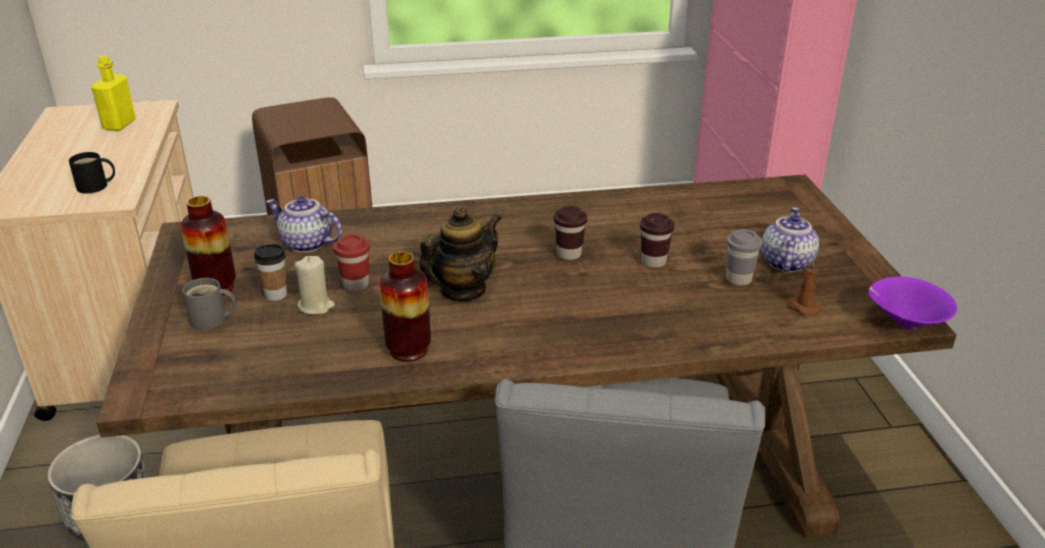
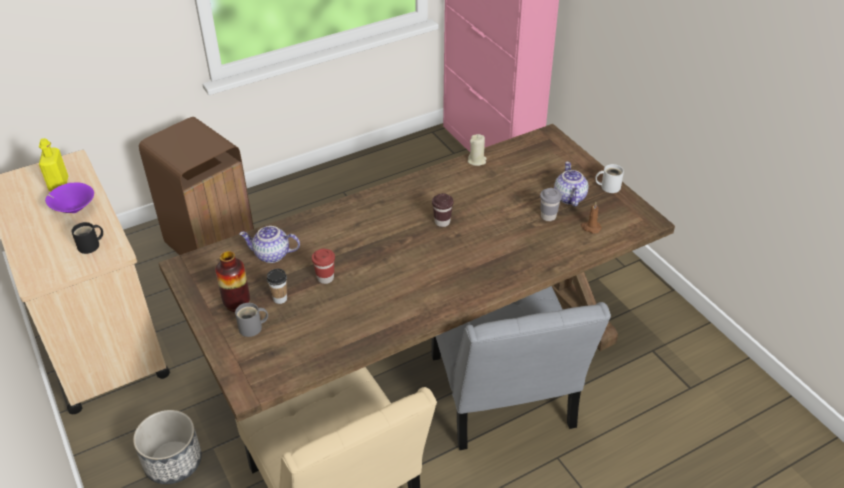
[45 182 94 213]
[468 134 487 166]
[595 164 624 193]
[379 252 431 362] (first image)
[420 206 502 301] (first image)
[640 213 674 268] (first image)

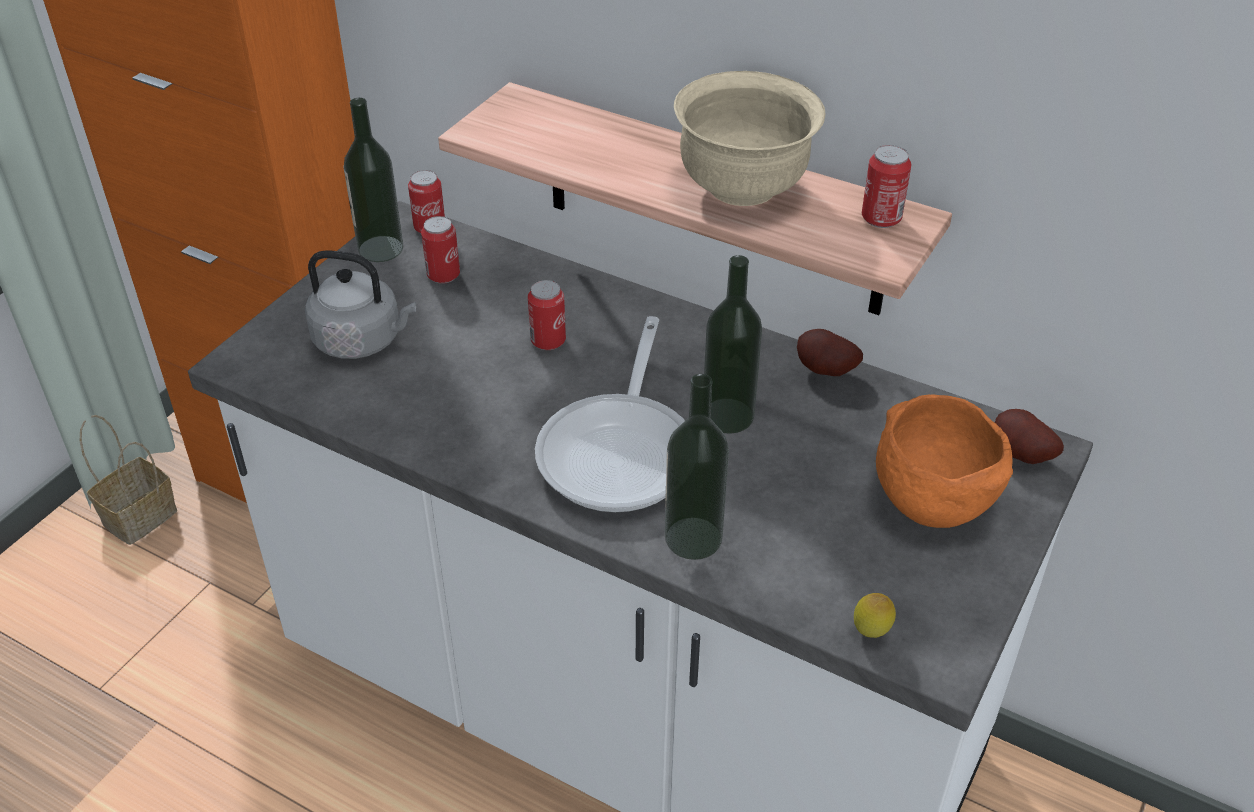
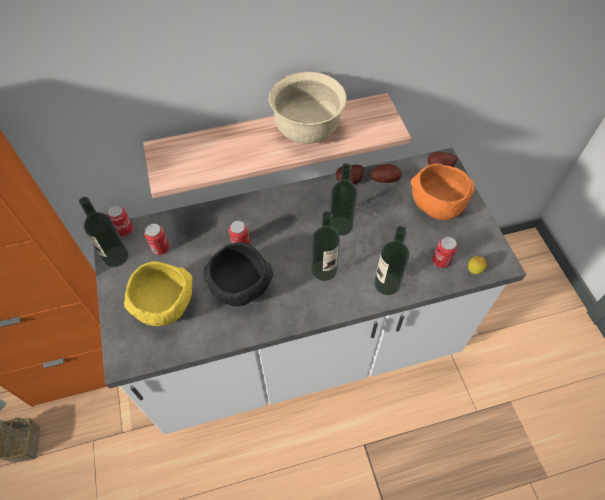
[124 261 193 326]
[203 242 273 306]
[311 211 340 281]
[371 164 402 183]
[432 236 457 268]

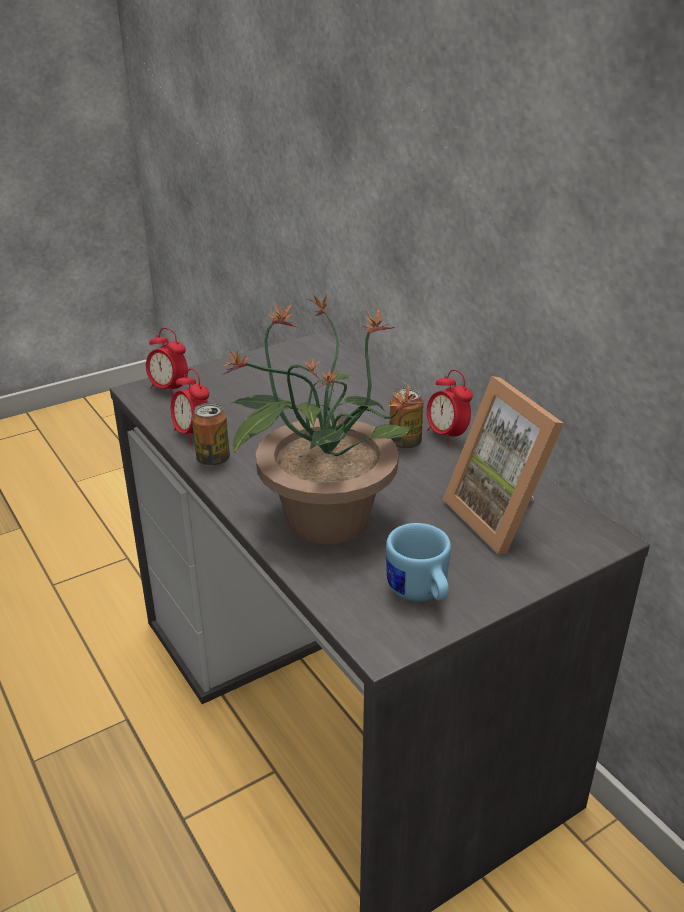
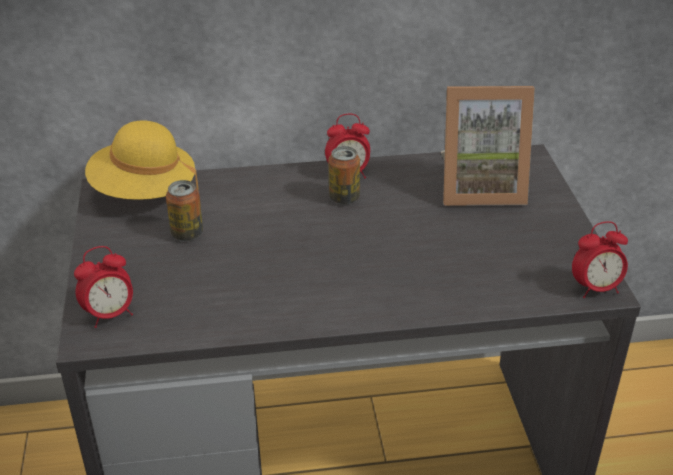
[85 120 199 200]
[166 180 203 241]
[572 221 628 298]
[222 295 425 544] (first image)
[386 523 451 602] (first image)

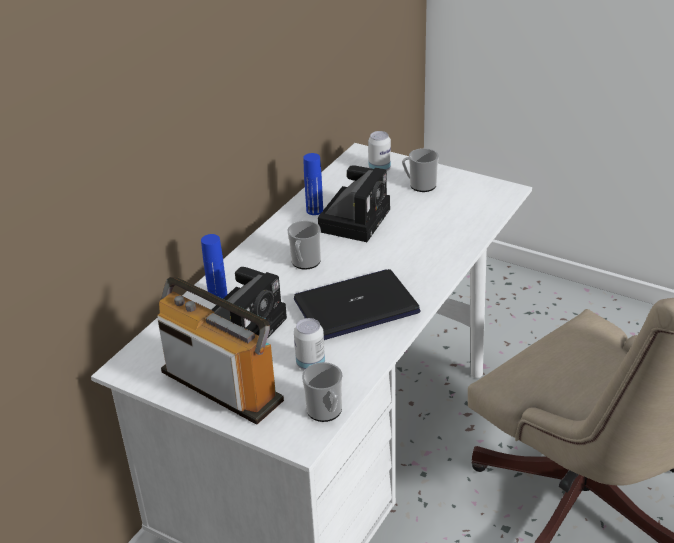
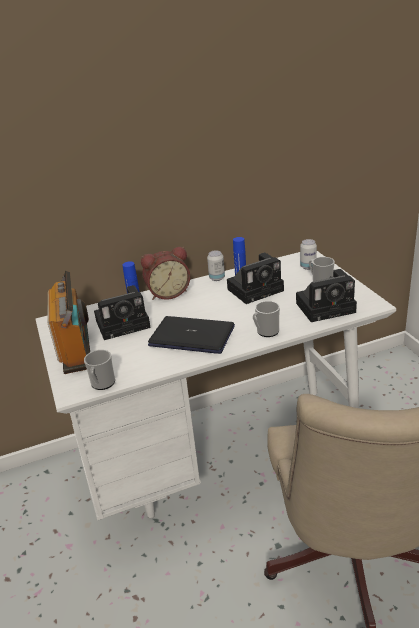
[141 247 190 300]
[207 250 225 281]
[253 301 280 337]
[296 269 357 322]

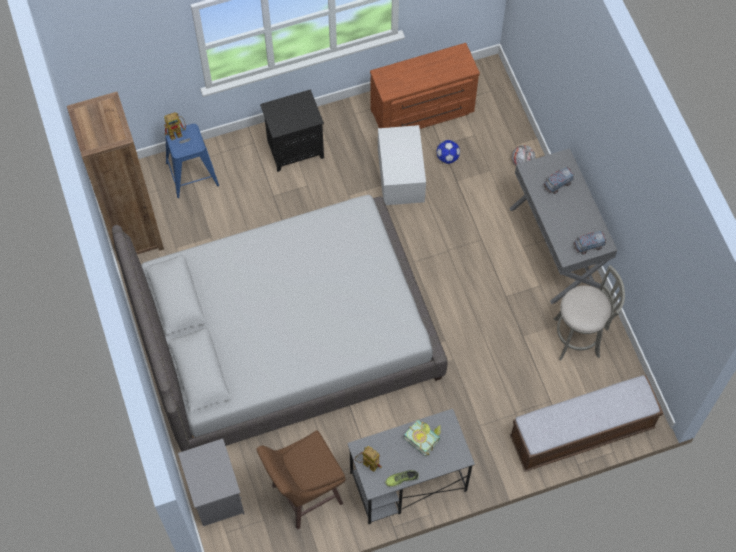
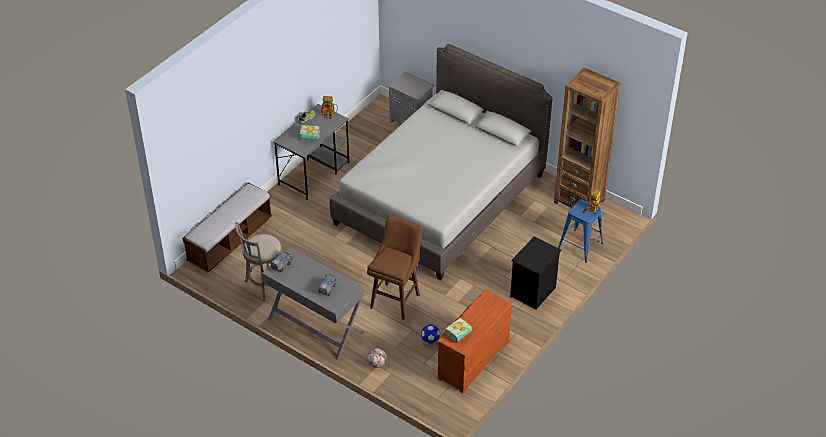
[367 216 422 320]
[446 318 472 342]
[378 125 426 205] (first image)

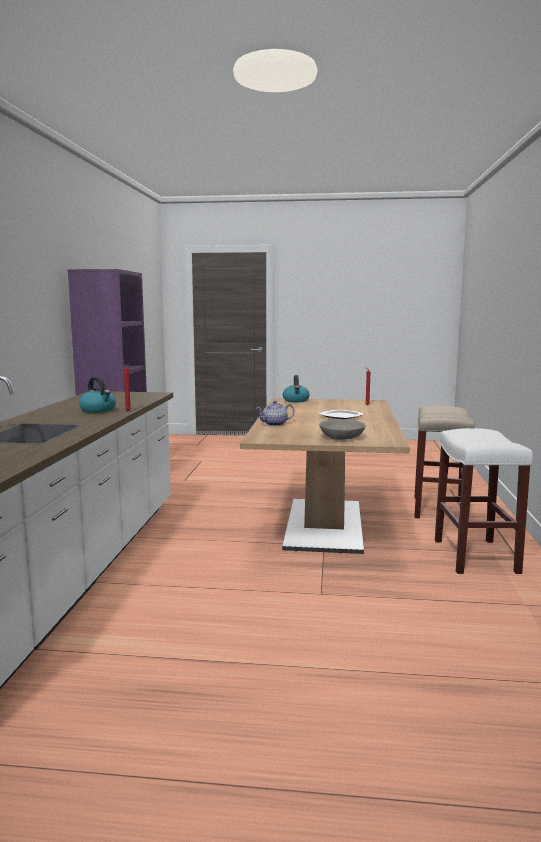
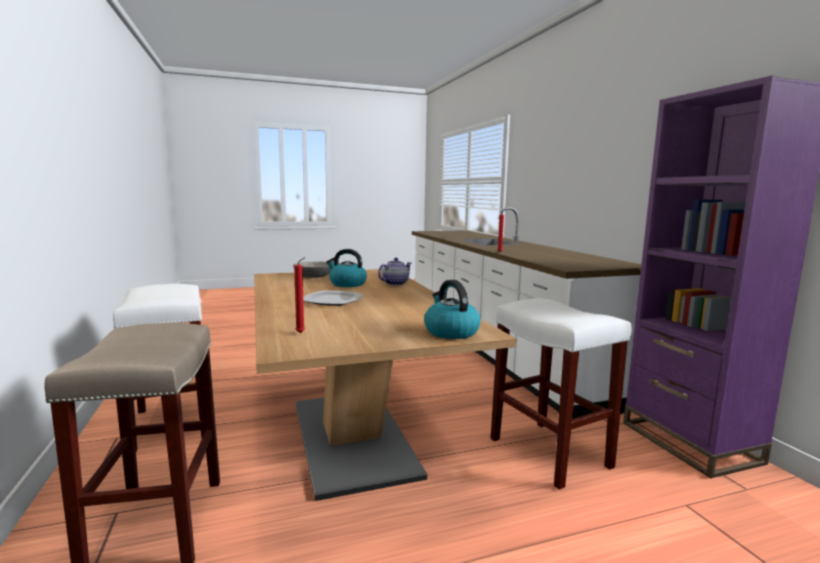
[326 249 367 287]
[491 298 631 490]

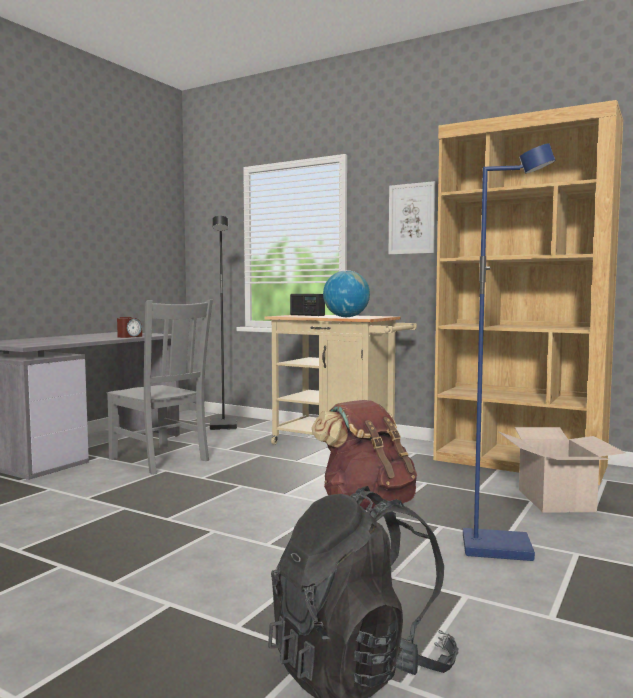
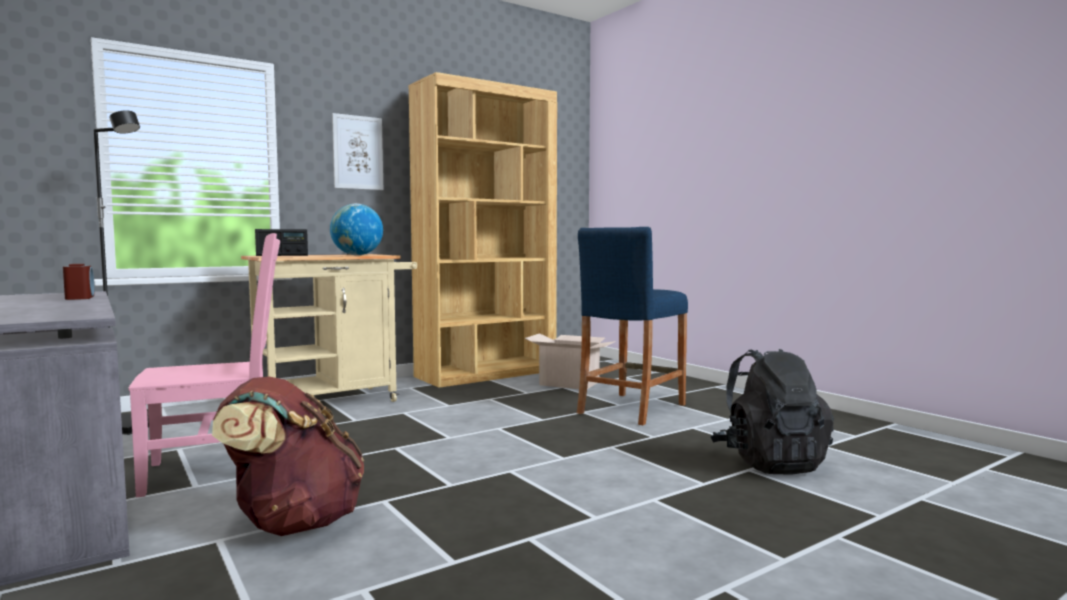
[129 233 280 498]
[212 377 364 536]
[577 227 688 425]

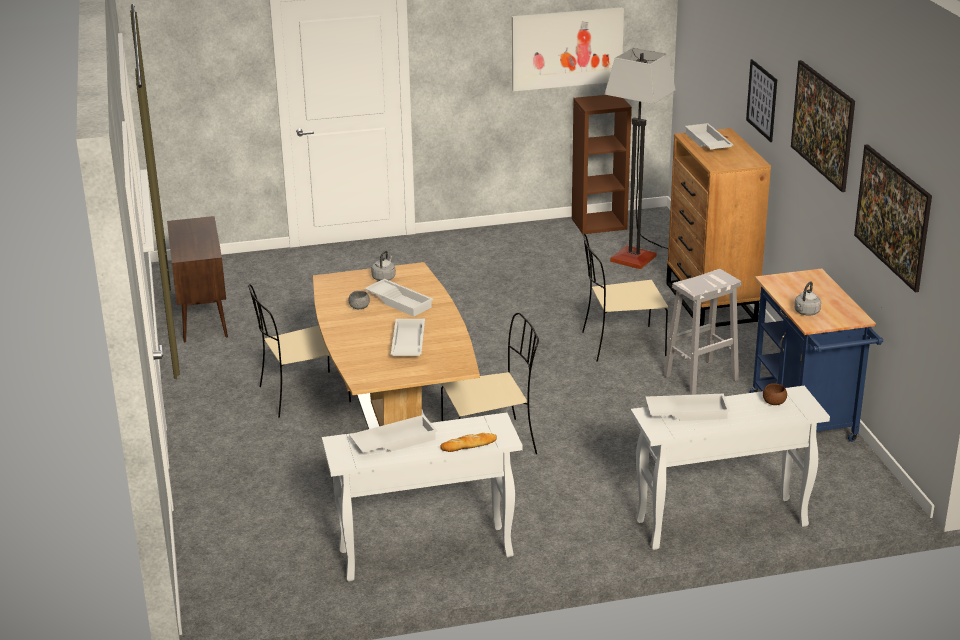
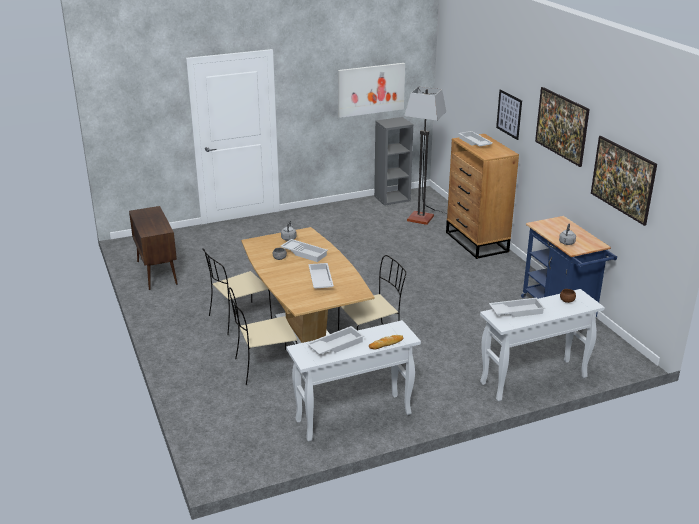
[228 287 298 385]
[374 117 413 206]
[663 269 742 395] (first image)

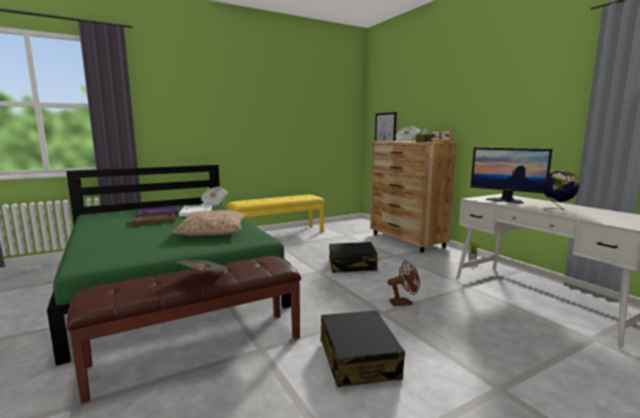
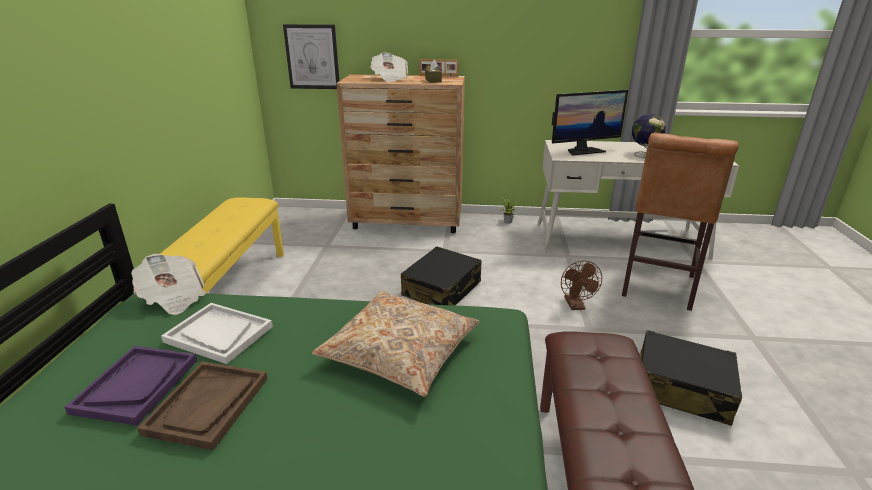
[561 261 602 310]
[622 133 739 311]
[175 259 229 271] (first image)

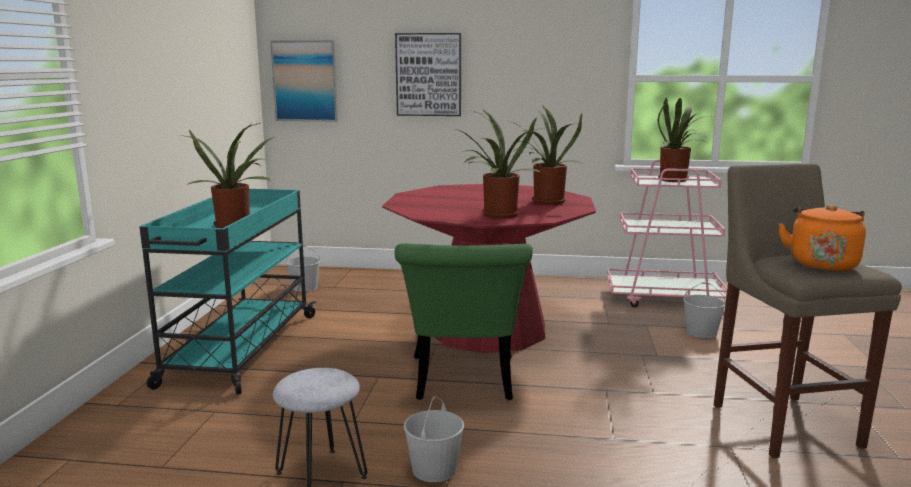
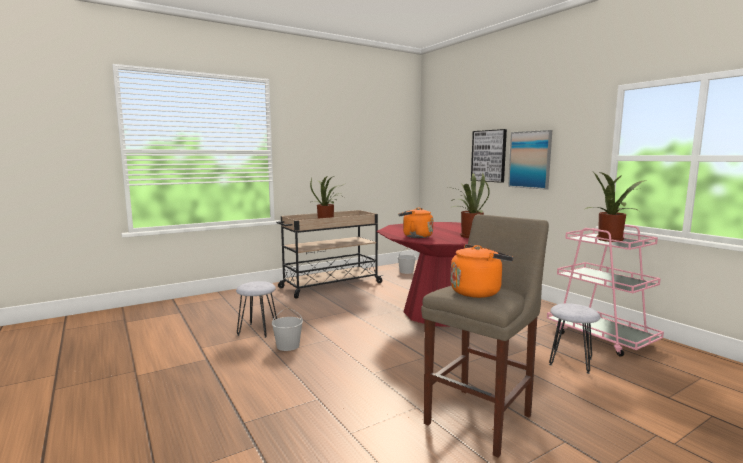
[277 210 384 299]
[399 208 433 238]
[508 130 552 190]
[549 303 600 374]
[395 243 533 400] (first image)

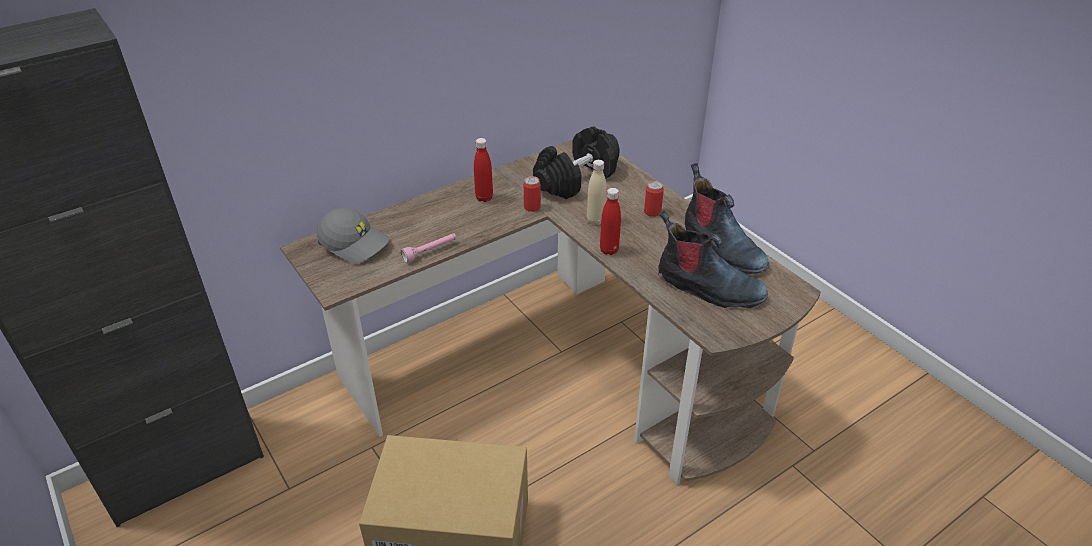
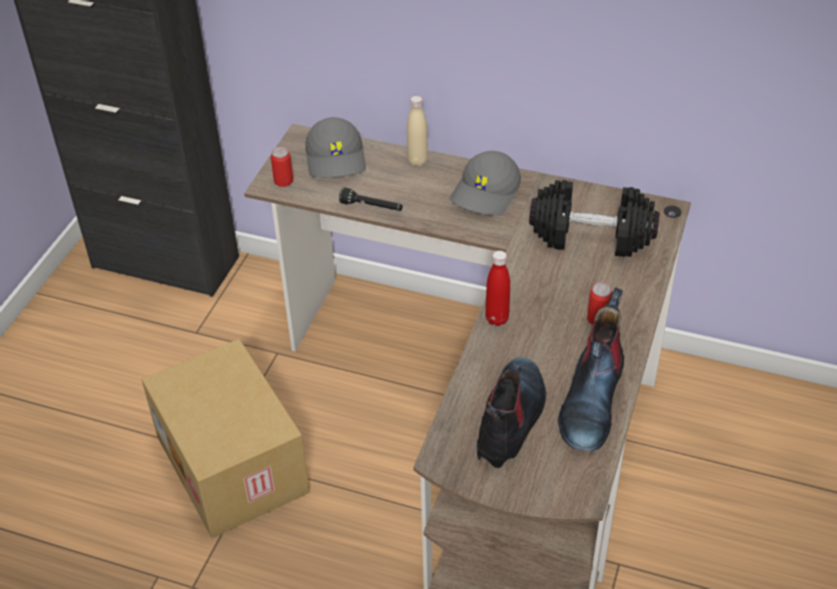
[271 147 293 187]
[339 188 403 211]
[407 96 428 167]
[450 151 521 216]
[477 357 547 468]

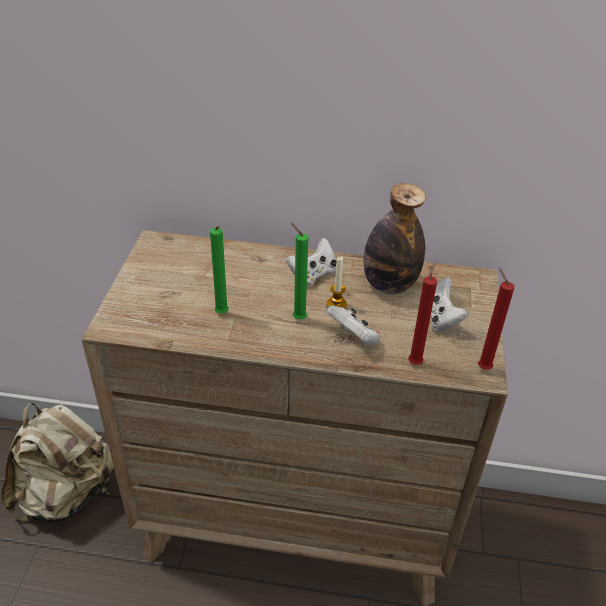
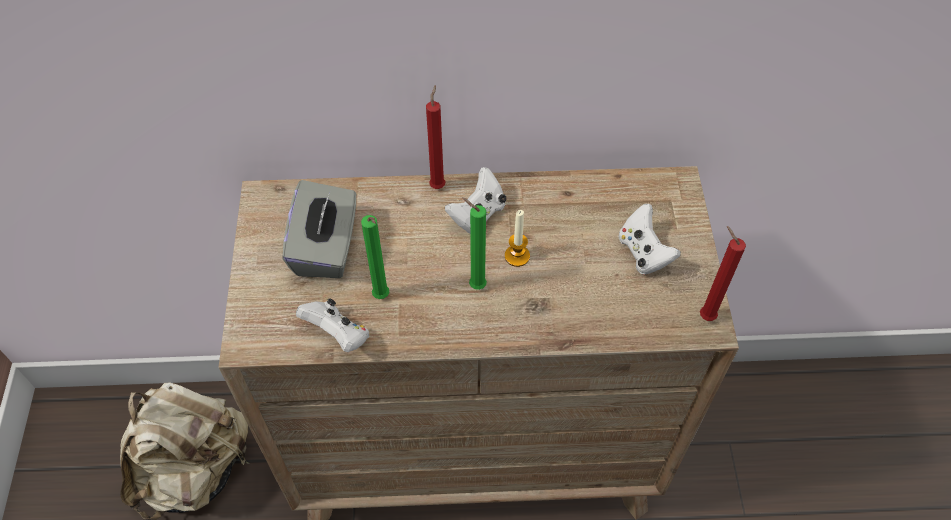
[282 180 356 278]
[296 298 369 352]
[426 85 445 189]
[363 183 426 294] (first image)

